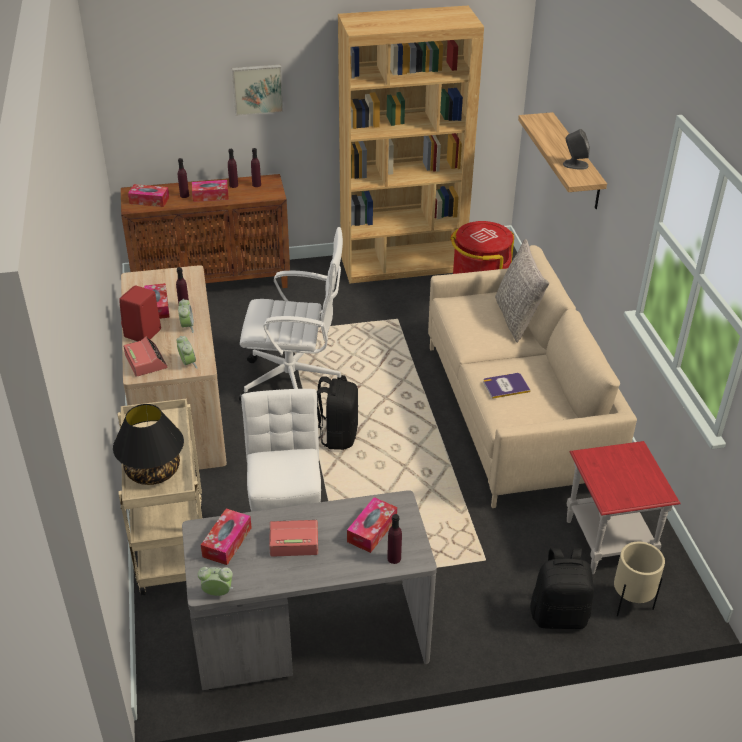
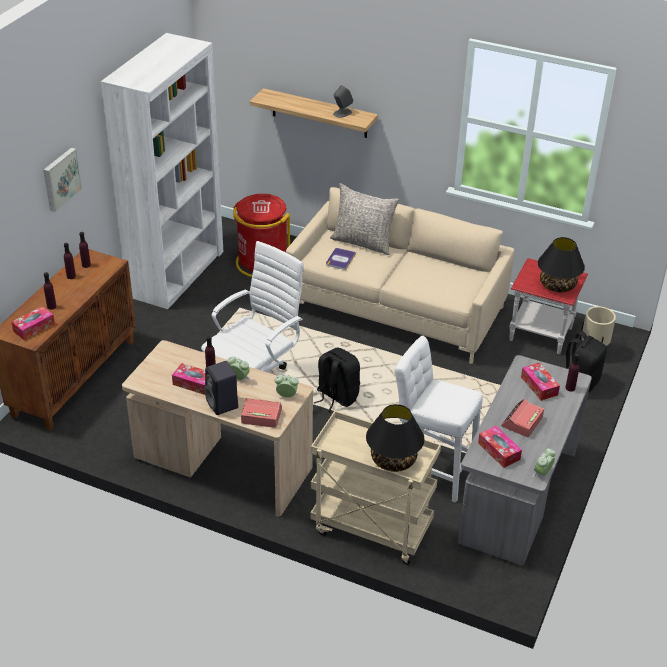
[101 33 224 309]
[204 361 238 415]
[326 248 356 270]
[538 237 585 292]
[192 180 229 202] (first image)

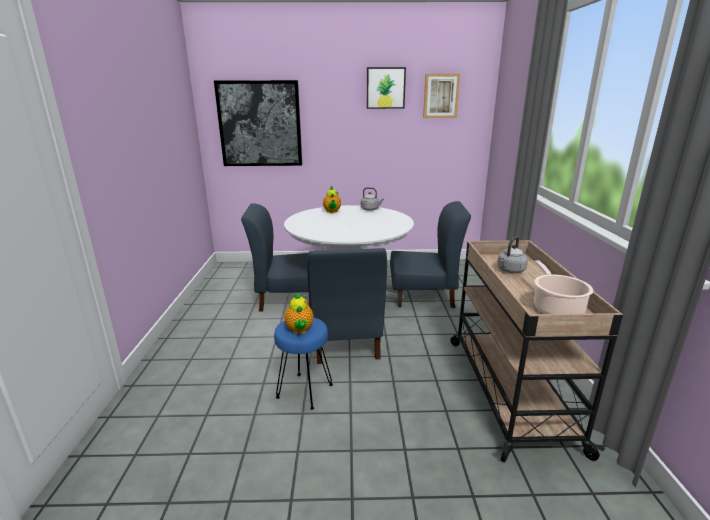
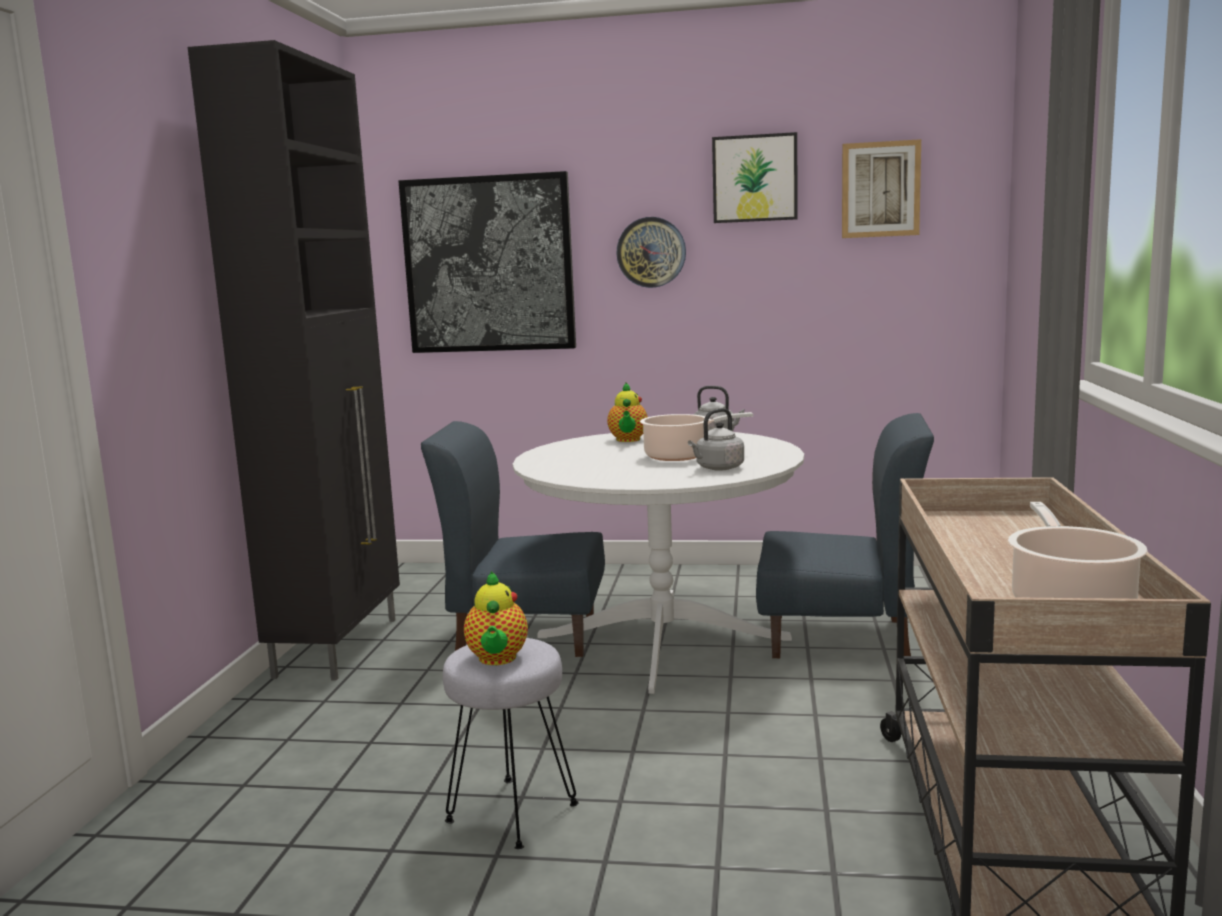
[188 40 400 681]
[443 638 579 849]
[616 217 686 288]
[640 412 753 461]
[688 408 744 471]
[307 248 387 364] (first image)

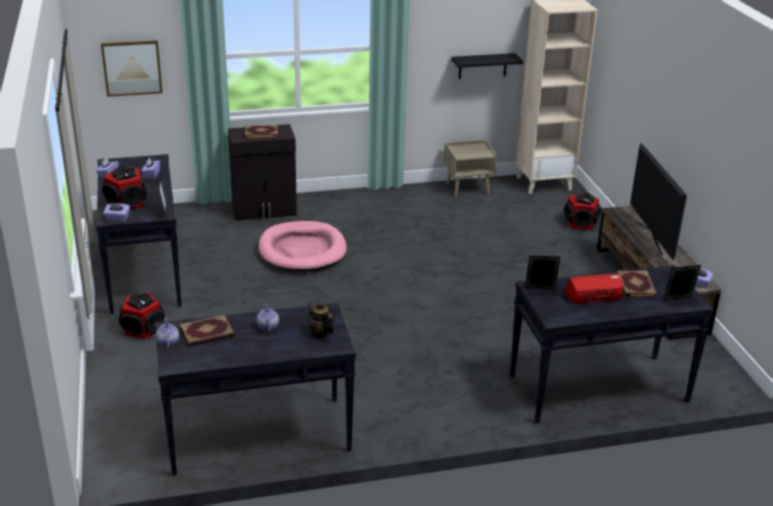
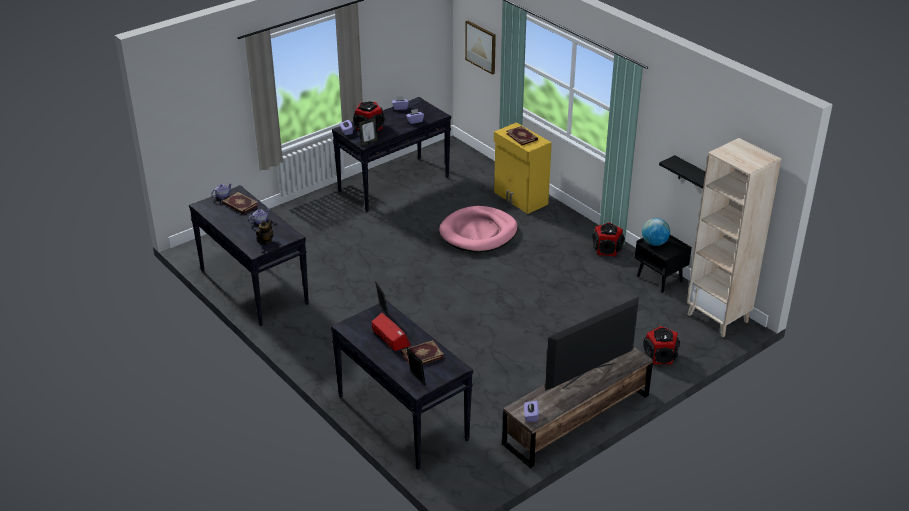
[494 122 552 214]
[592 222 625 256]
[635 235 692 293]
[642 218 670 246]

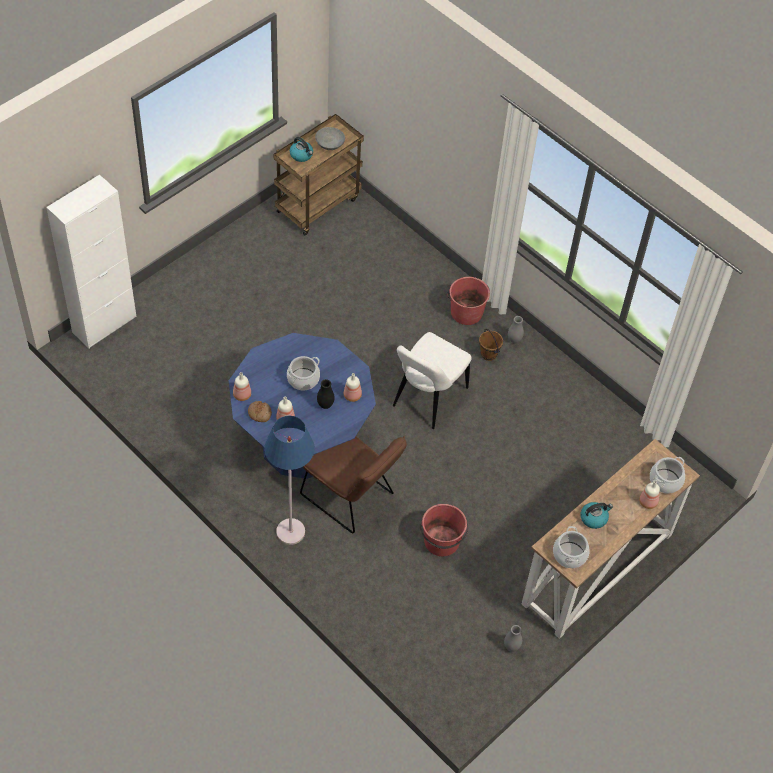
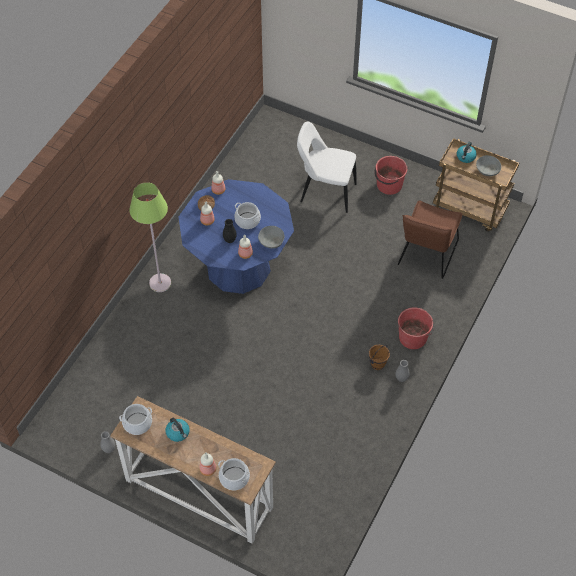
[129 182 171 292]
[258 226 284 249]
[297 122 357 213]
[374 156 407 195]
[398 200 462 279]
[46 175 137 349] (first image)

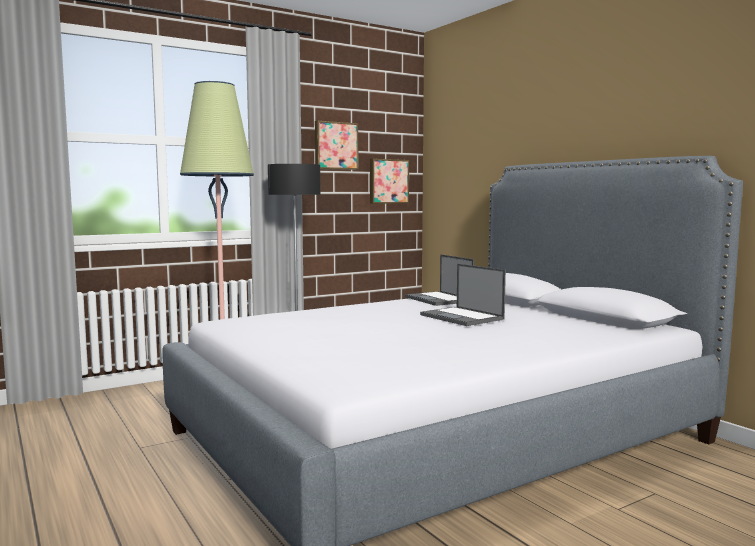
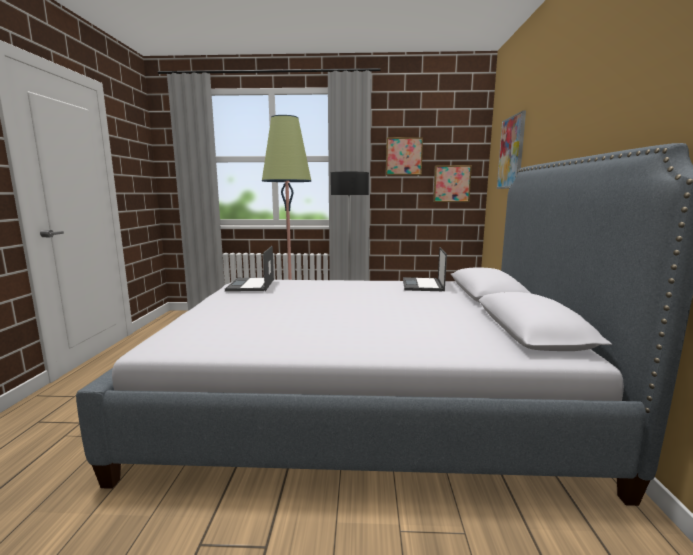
[225 246 274 291]
[497 111 526 189]

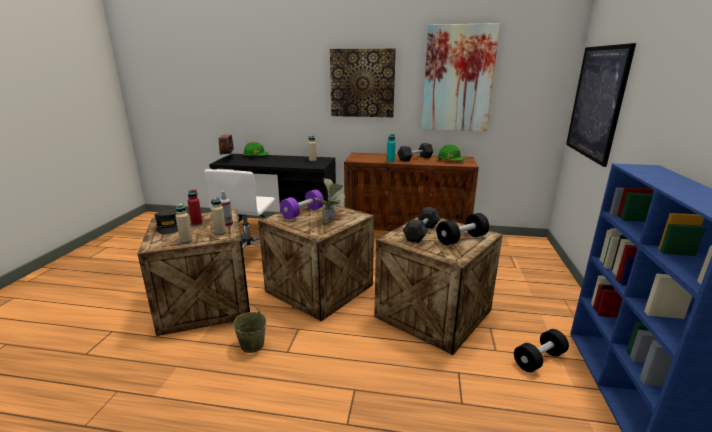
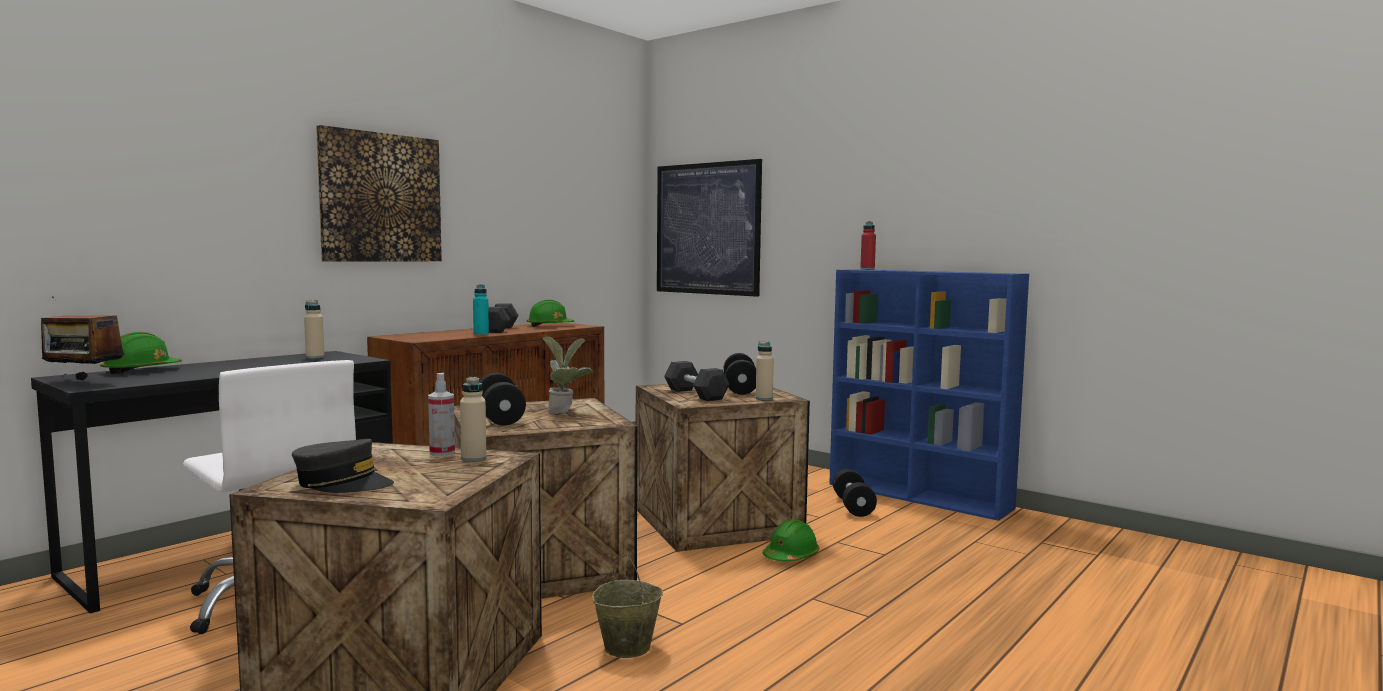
[479 372 526 426]
[756 341 774 400]
[763 520 819 562]
[860 221 876 270]
[422 23 500 131] (first image)

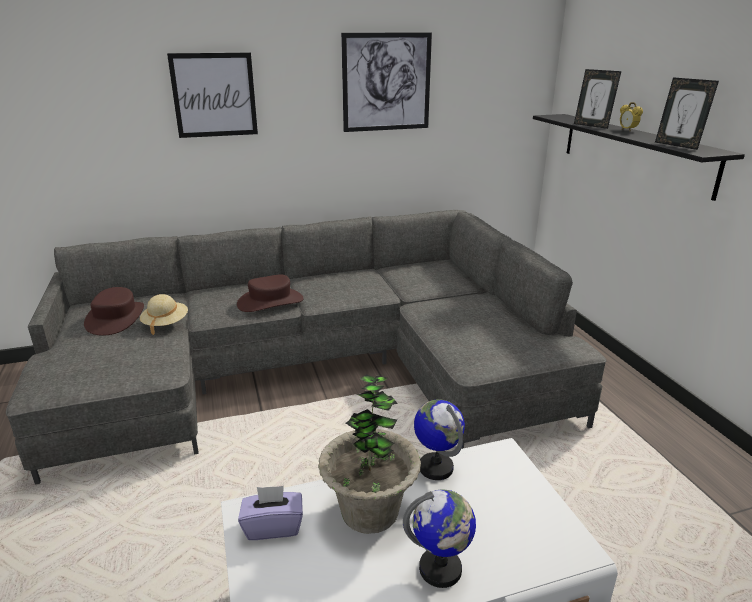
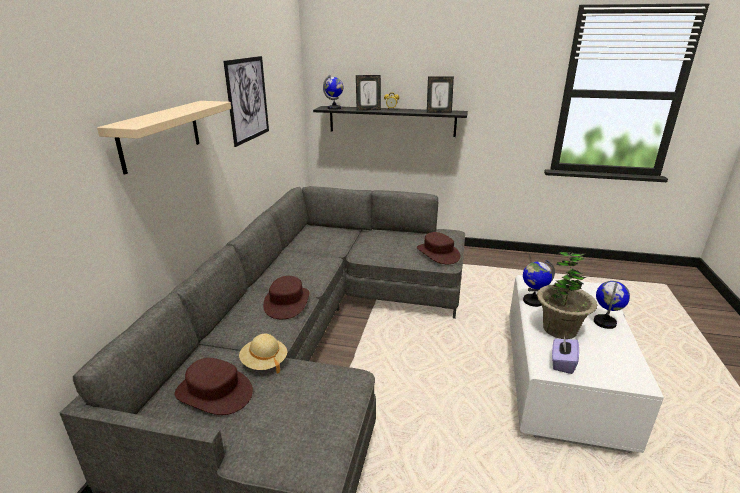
[97 101 231 175]
[323 75 344 110]
[417 232 460 264]

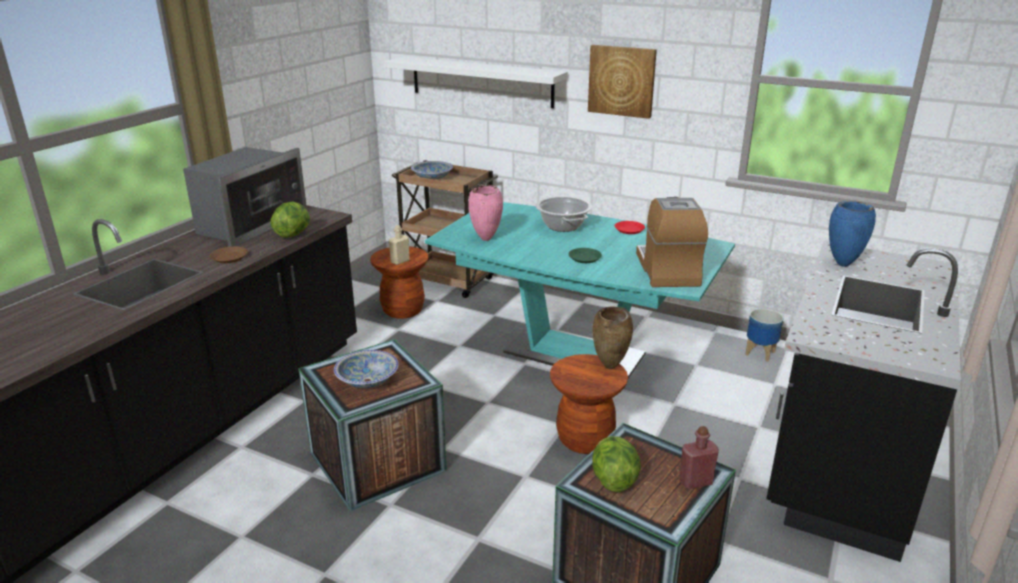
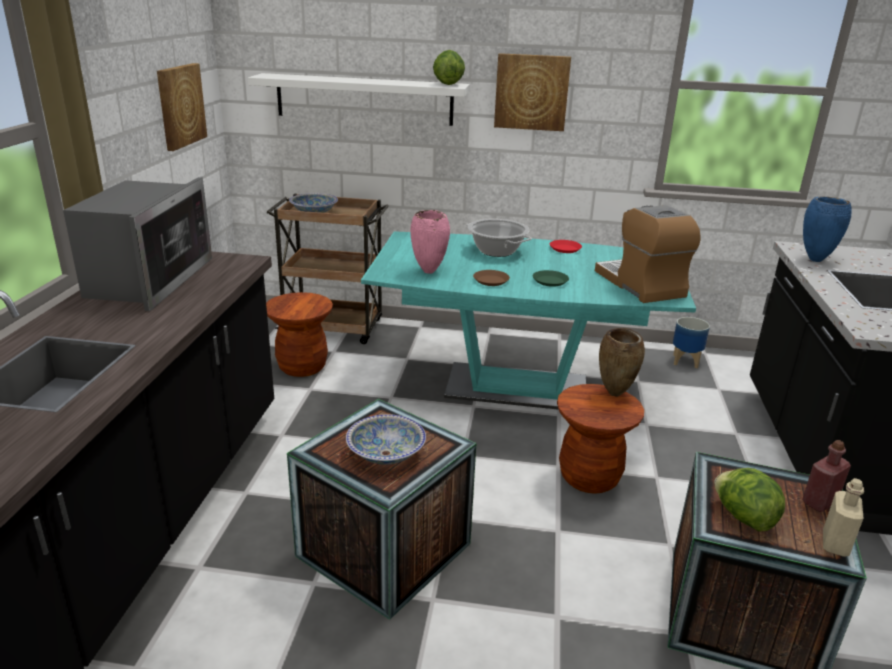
[157 63 207 151]
[433 50 465 85]
[473 270 510 286]
[823 478 864 557]

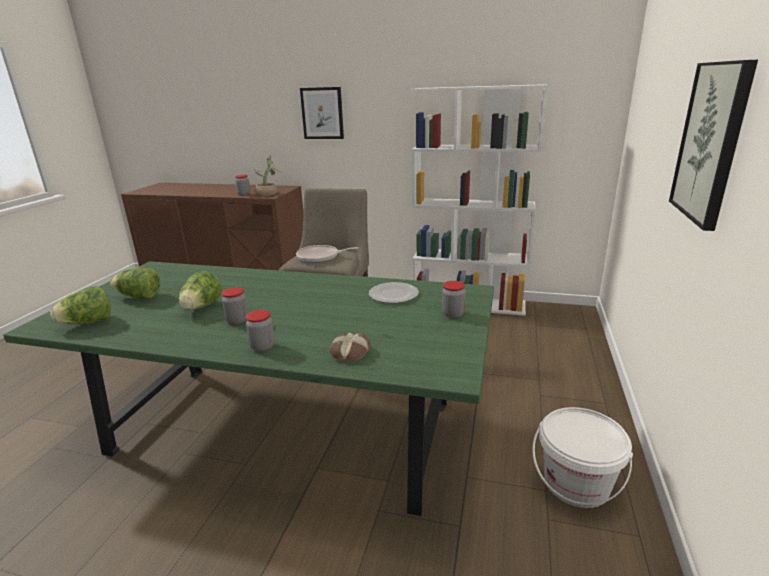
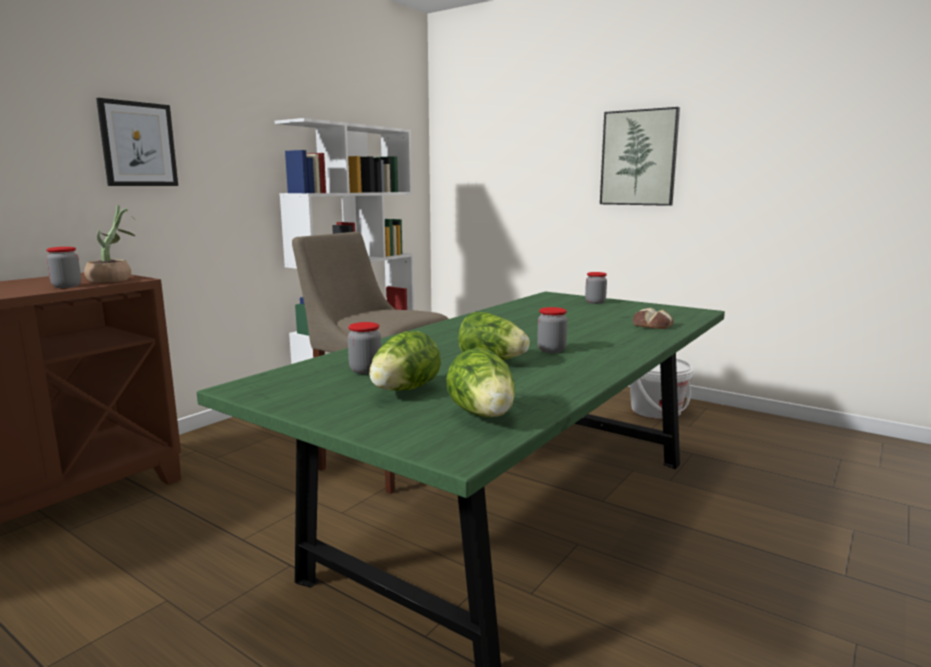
[348 322 381 374]
[296 245 359 263] (first image)
[369 282 419 303] (first image)

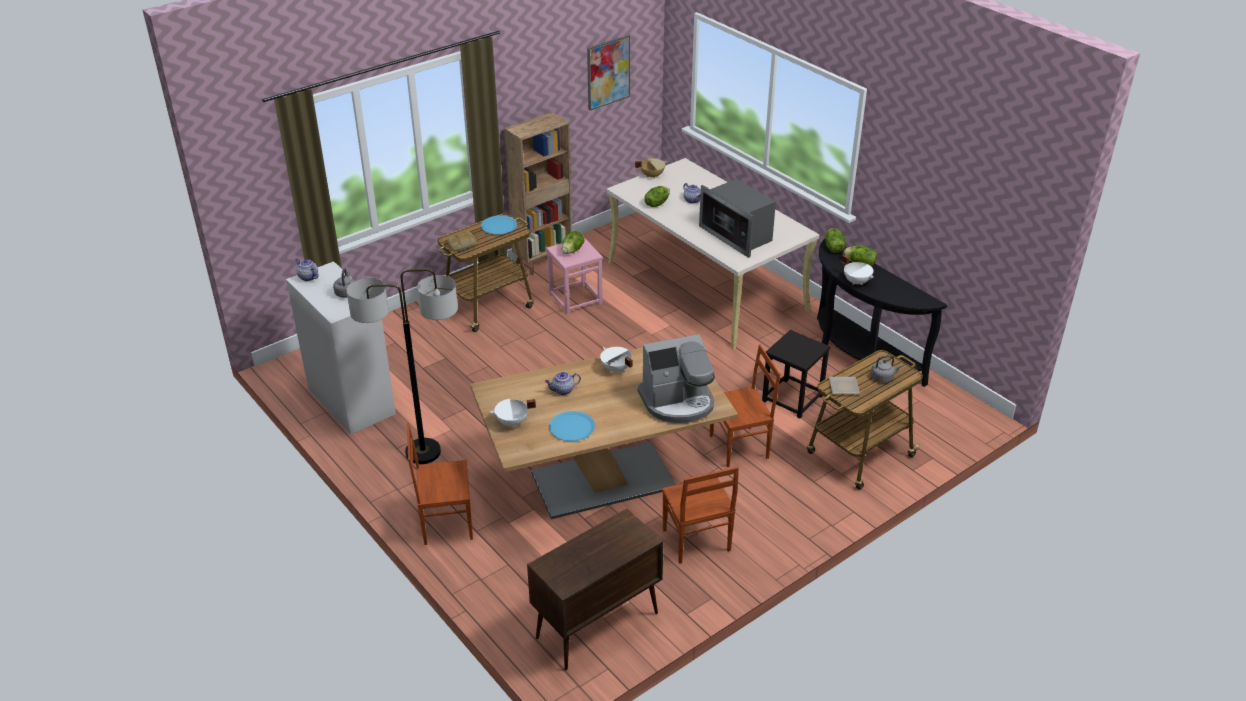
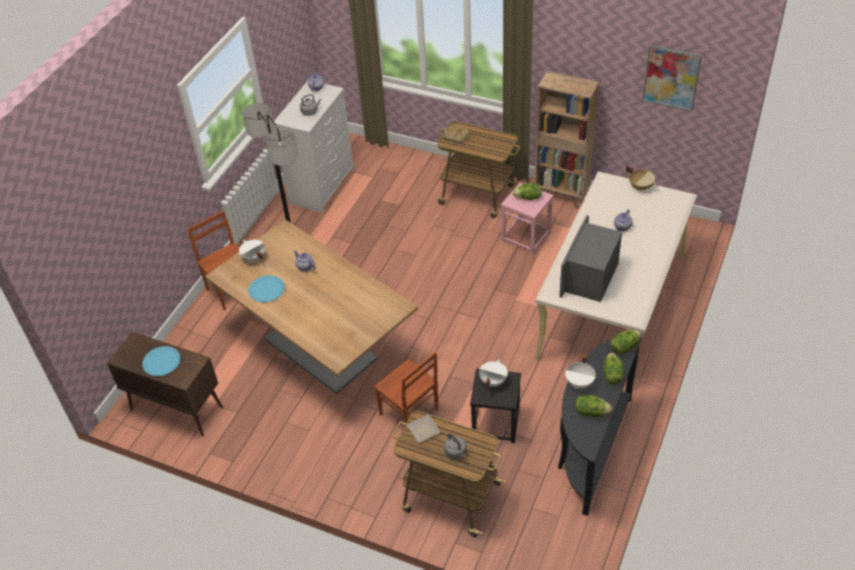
[142 346 181 376]
[479 359 508 388]
[575 395 612 417]
[638 334 715 423] (first image)
[662 467 739 564] (first image)

